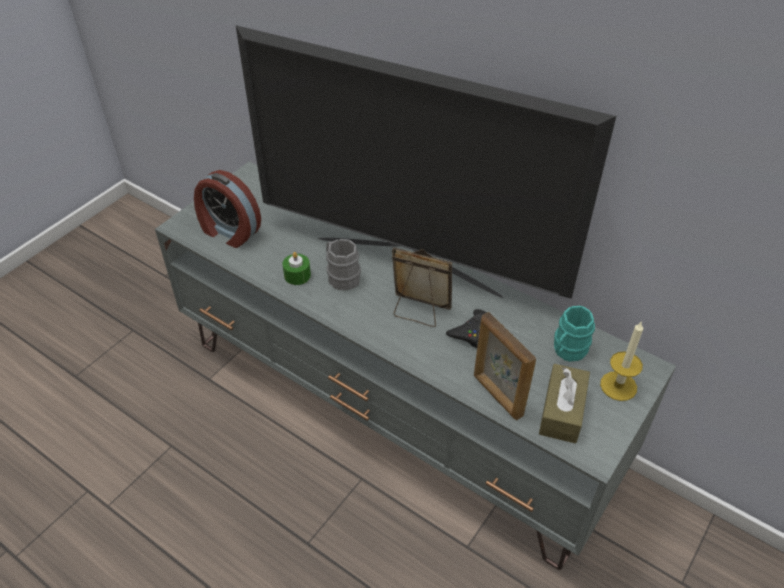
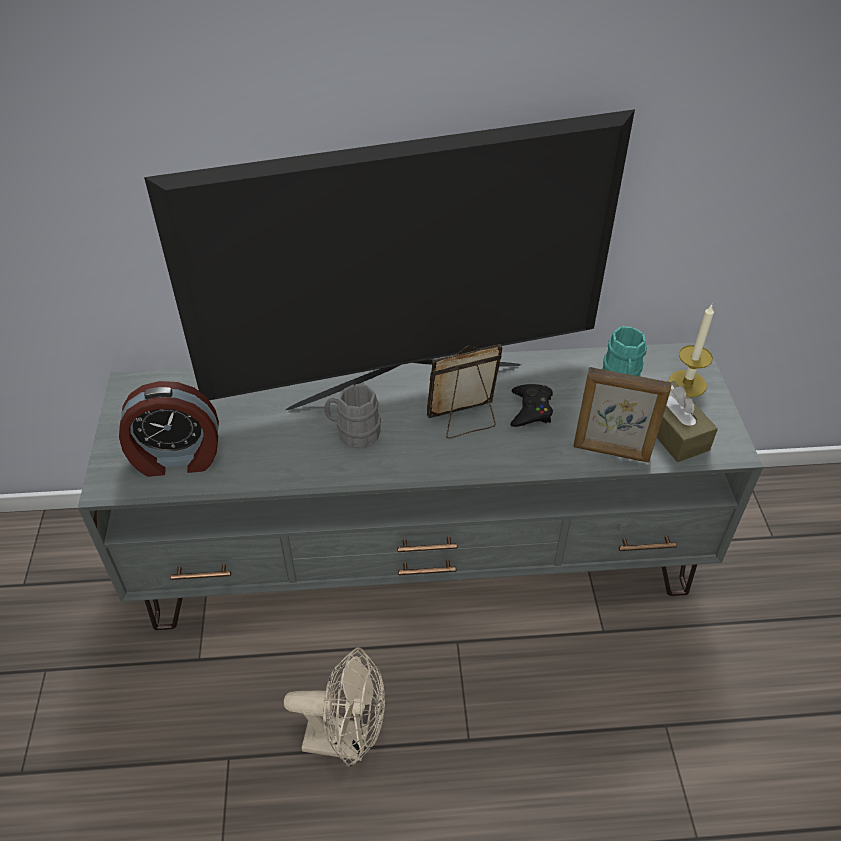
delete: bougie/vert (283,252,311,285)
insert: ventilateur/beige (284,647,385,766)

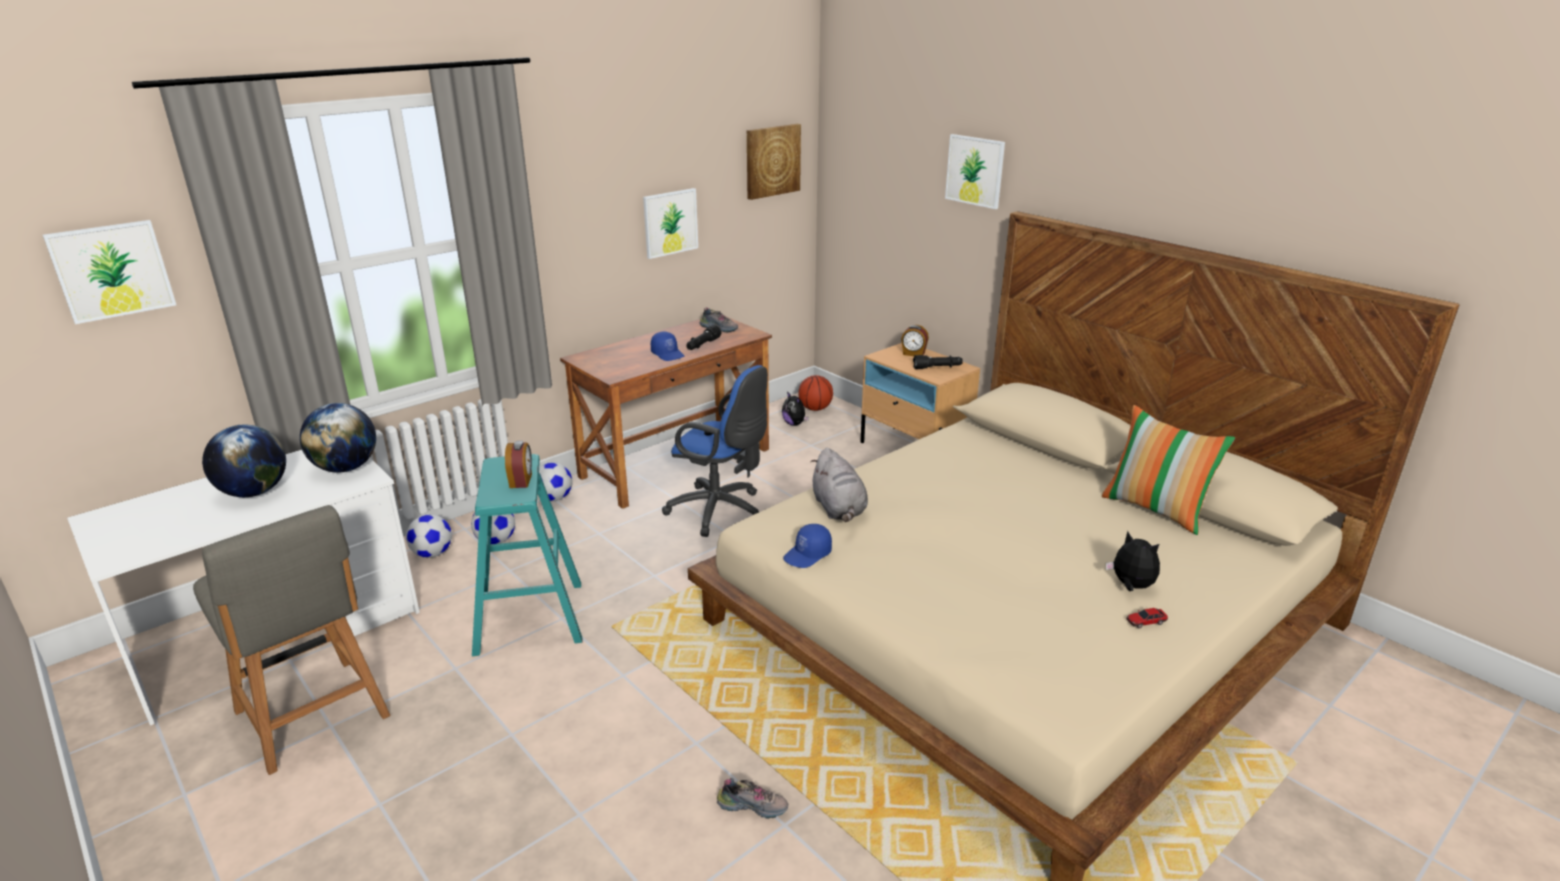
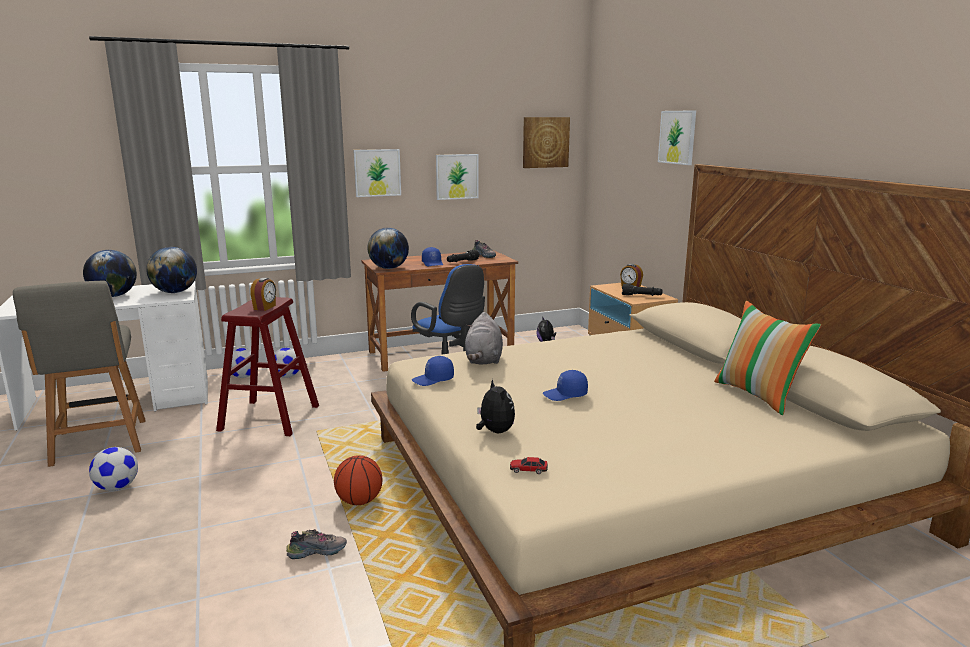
insert: globe (367,228,409,269); casquette/bleu (543,370,588,401)
move: tableau (43,220,176,324) to (353,149,401,197); ballon de basket (798,375,833,411) to (334,455,382,505); ballon de foot (539,462,573,501) to (89,447,138,491); peluche (1106,531,1160,591) to (476,379,515,433); petite voiture (1126,608,1168,628) to (510,457,548,474)
recolor: tabouret/turquoise (472,454,583,656) to tabouret/rouge (216,297,319,436)
rotate: chaussure (717,778,788,819) = (286,529,347,559) 45 degrees counterclockwise

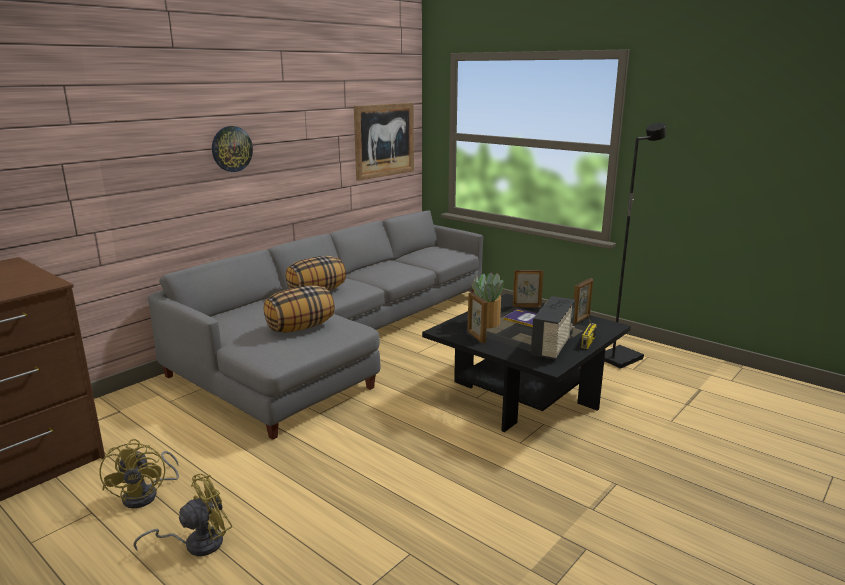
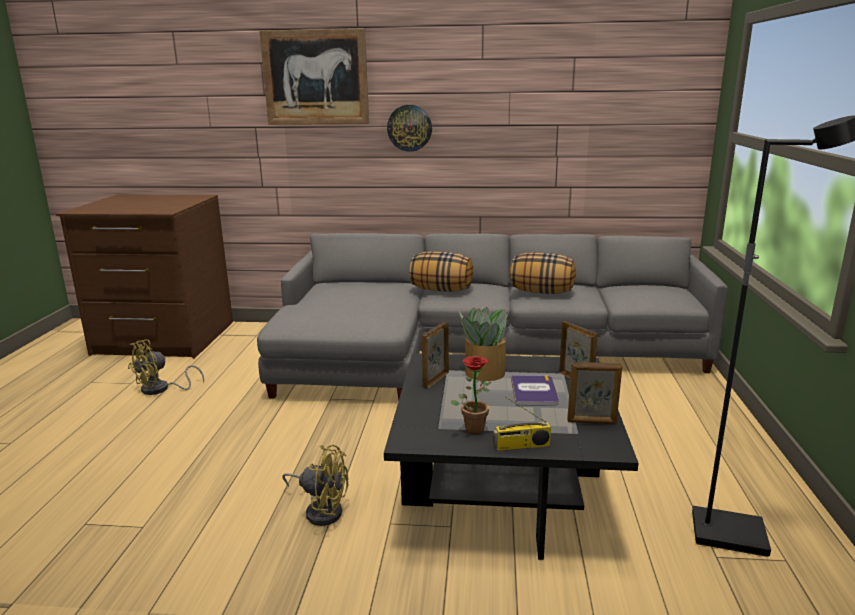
move: tableau (354,103,414,181) to (259,28,369,125); coussin (264,285,334,332) to (510,252,576,294); ventilateur/jaune (133,474,232,556) to (282,445,348,526)
replace: radio (531,296,575,360) to plante en pot (451,356,491,434)

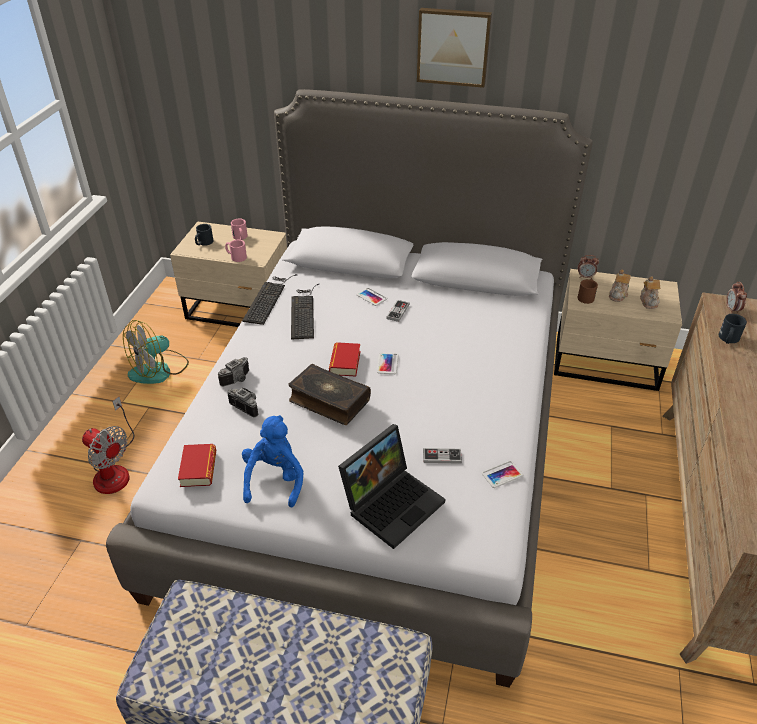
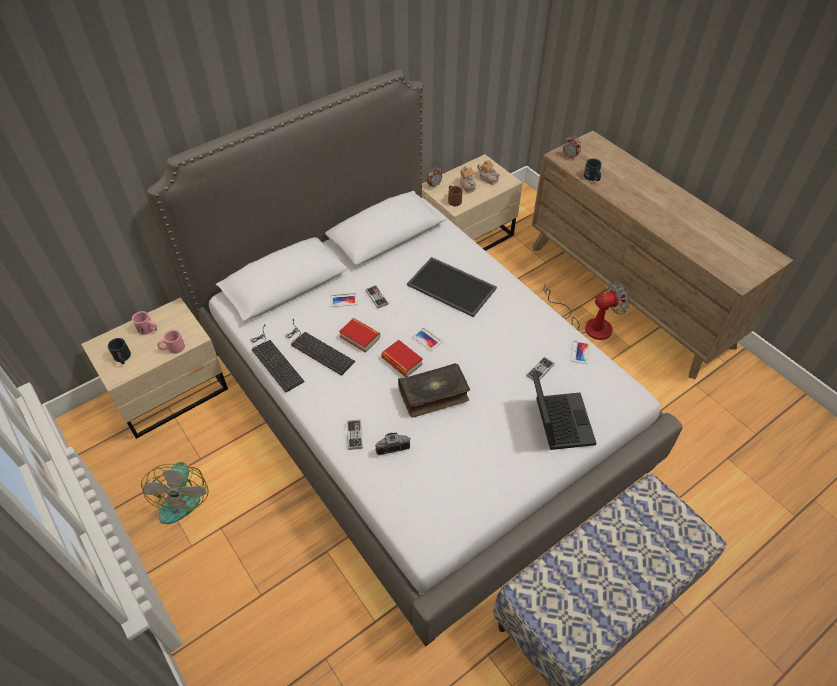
delete: tableau (417,8,492,88); peluche/bleu (242,415,303,508)
insert: plateau (407,257,497,317)
move: ventilateur (82,397,134,494) to (543,281,629,340); livre (178,444,216,487) to (339,318,380,353)
replace: appareil photo (218,357,249,386) to manette (347,420,363,450)

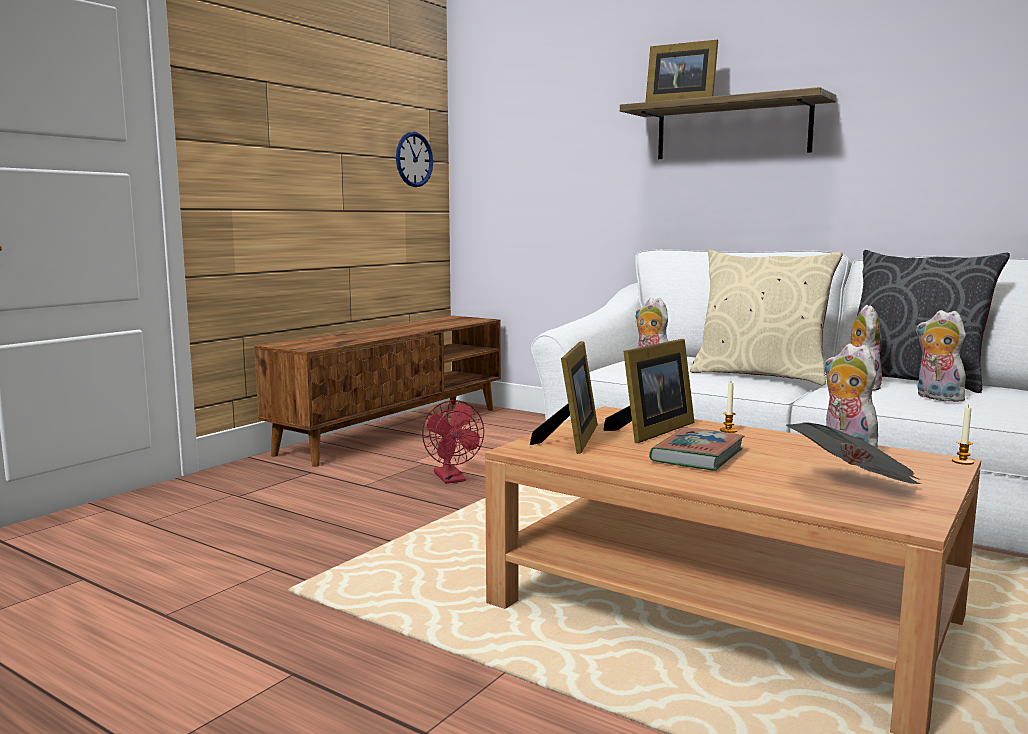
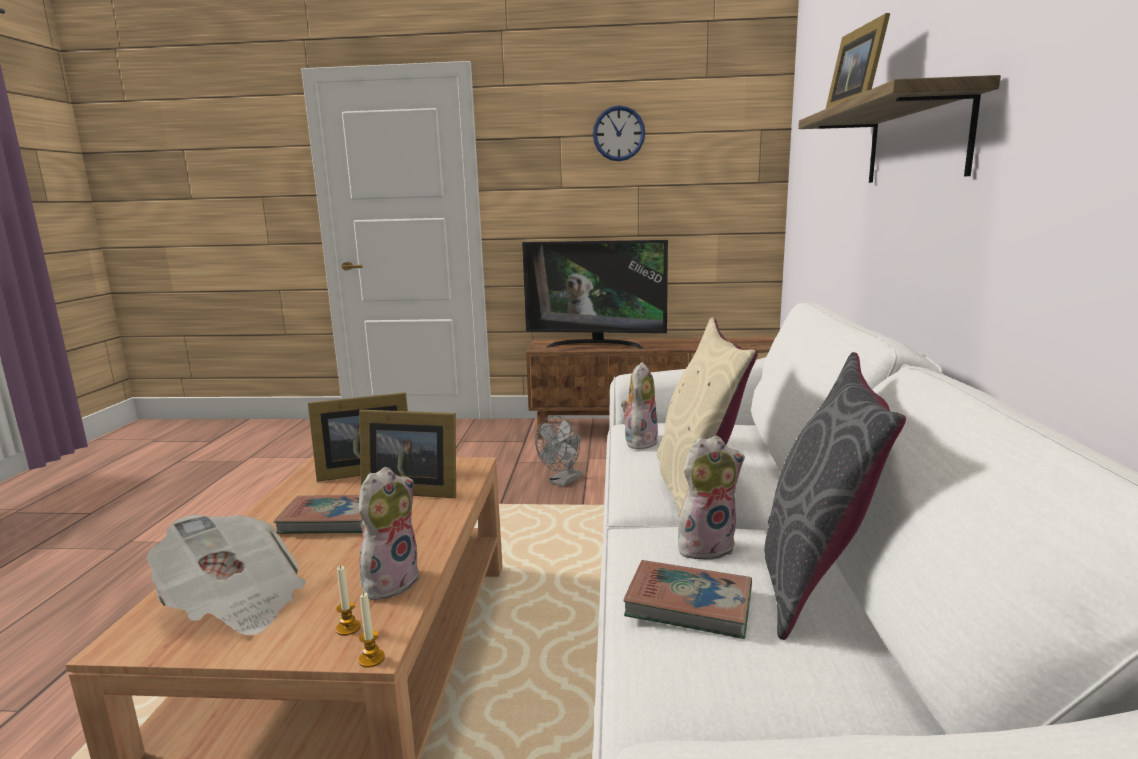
insert: téléviseur (522,240,668,349)
move: horloge murale (396,132,433,187) to (593,105,645,161); bougie (720,382,737,433) to (336,565,361,636)
replace: peluche (916,310,966,402) to livre (623,560,752,639)
recolor: ventilateur/rouge (422,400,484,484) to ventilateur/gris (535,415,582,487)

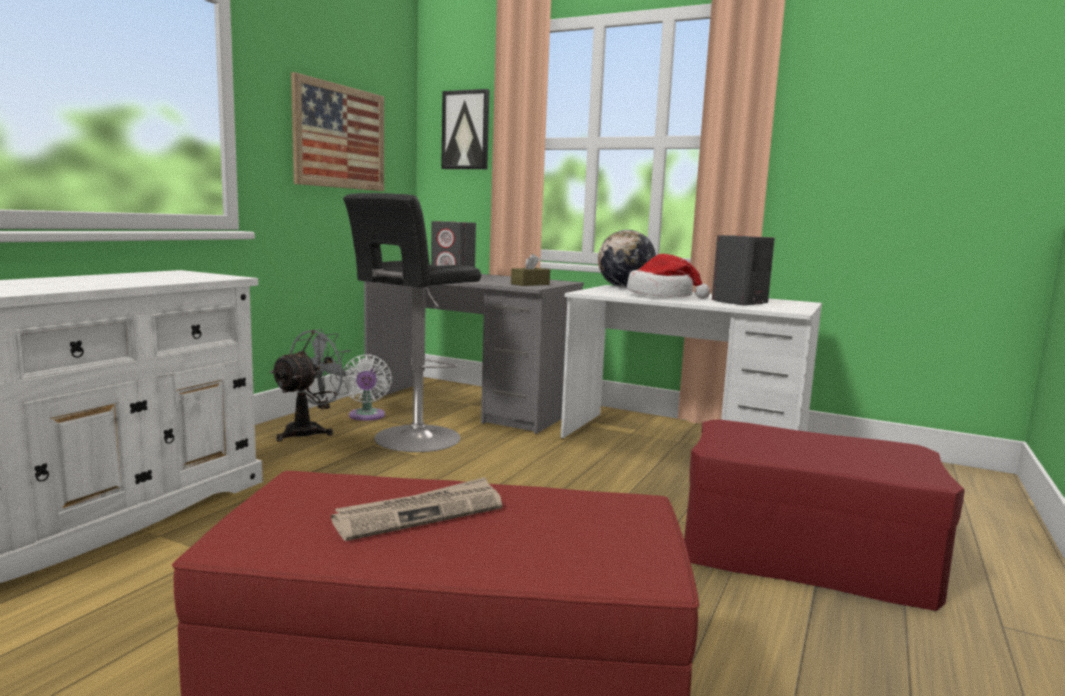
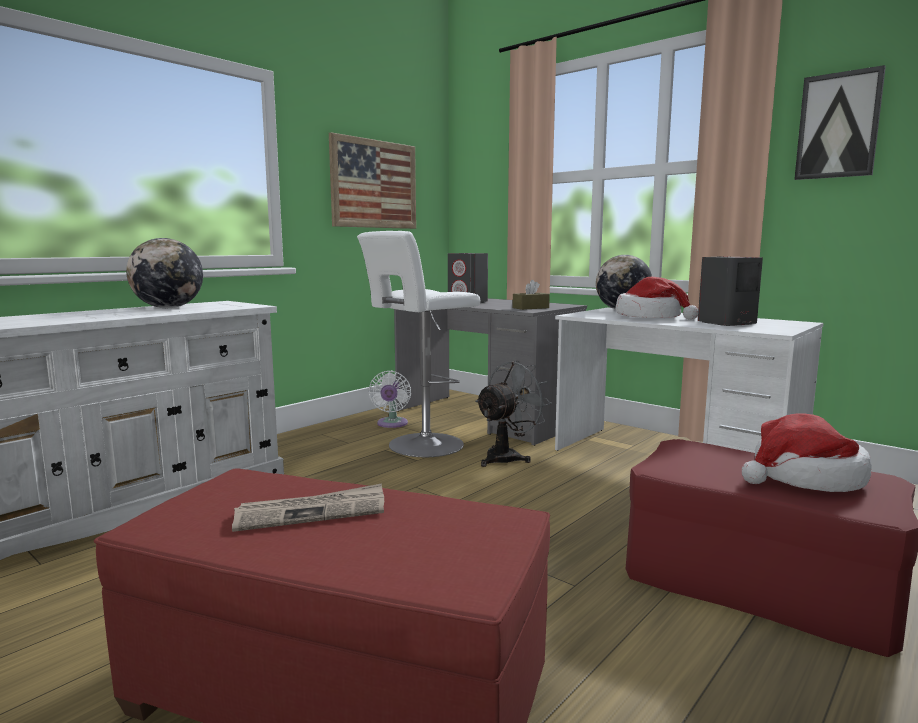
insert: globe (126,238,203,308); chapeau (742,413,872,492)
move: tableau (441,89,489,169) to (794,65,886,180); ventilateur/gris (269,329,355,442) to (475,361,552,467)
recolor: tabouret/noir (343,193,481,452) to tabouret/blanc (357,231,481,457)

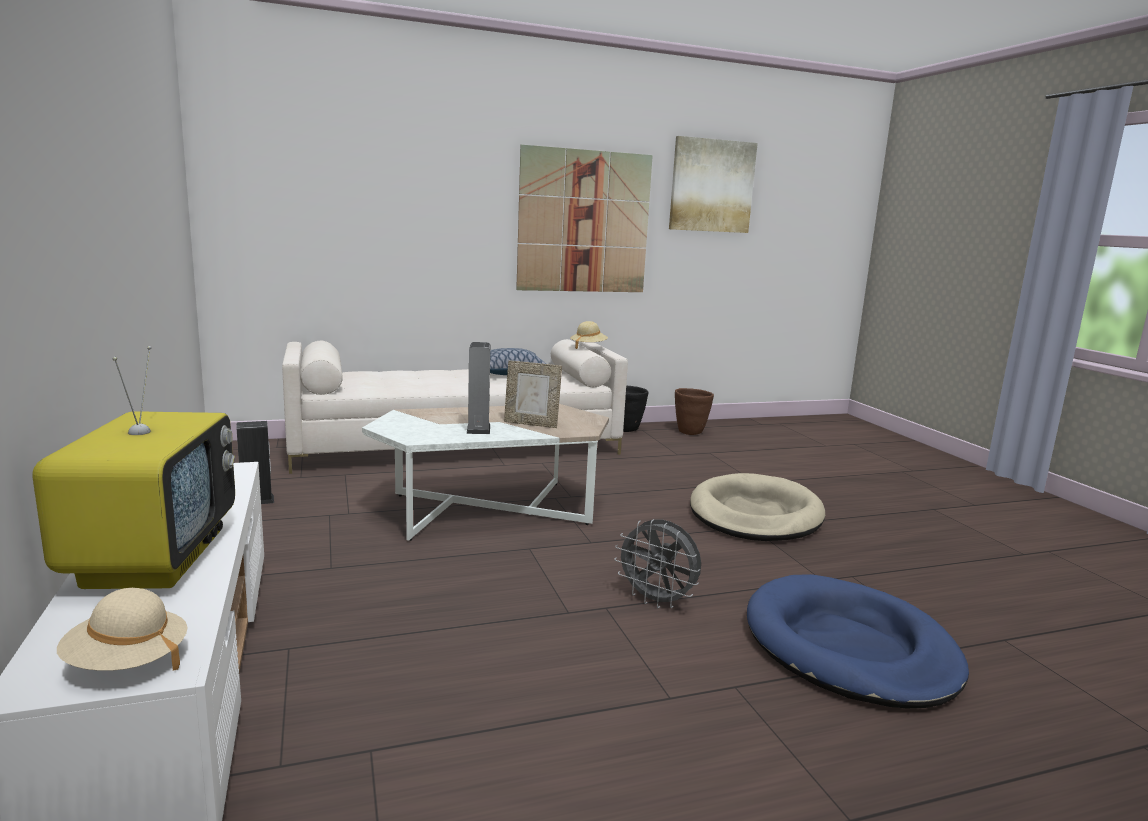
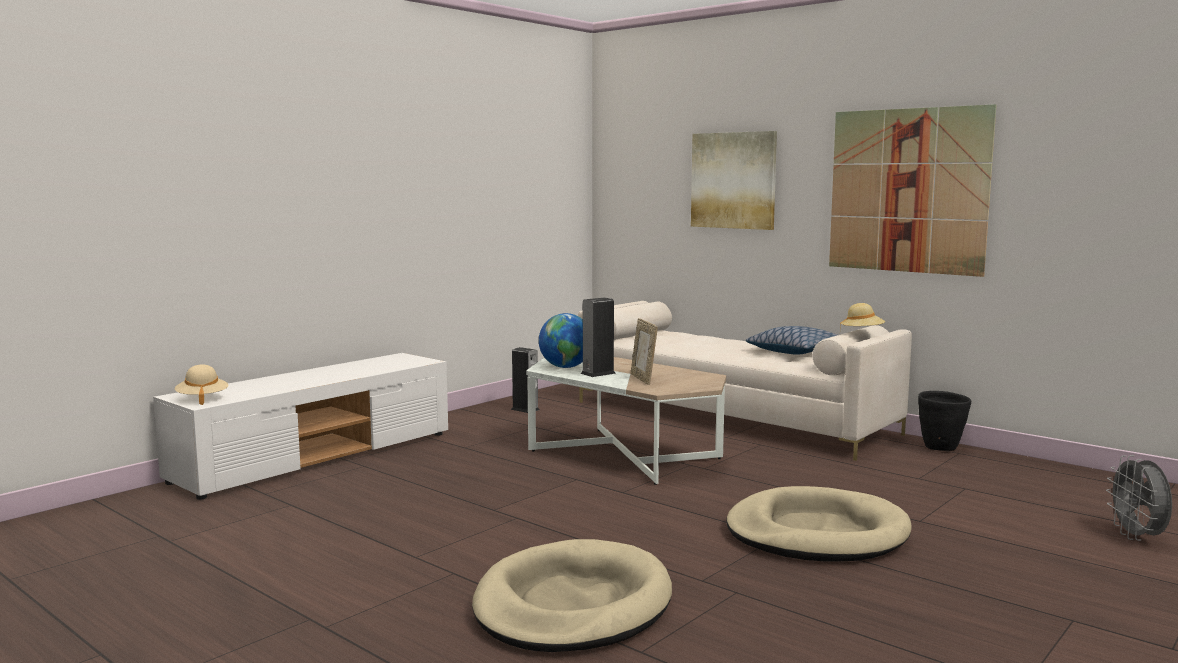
delete: téléviseur (32,346,235,589); cache-pot/marron (675,388,714,435)
insert: globe (539,313,583,368)
move: tableau (669,136,758,233) to (691,131,777,230); ventilateur/gris (614,519,701,608) to (1106,455,1172,541)
recolor: panier pour chien/bleu (747,574,969,708) to panier pour chien/beige (472,539,672,652)

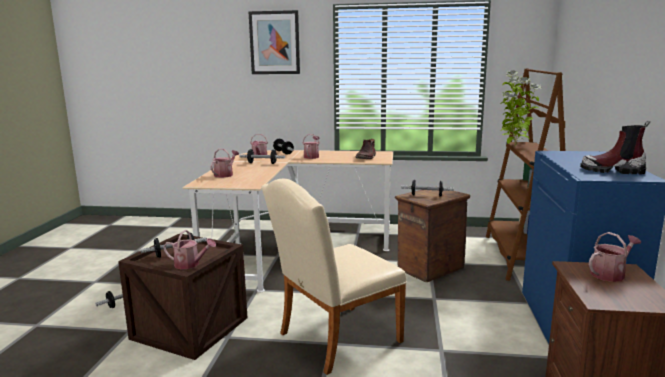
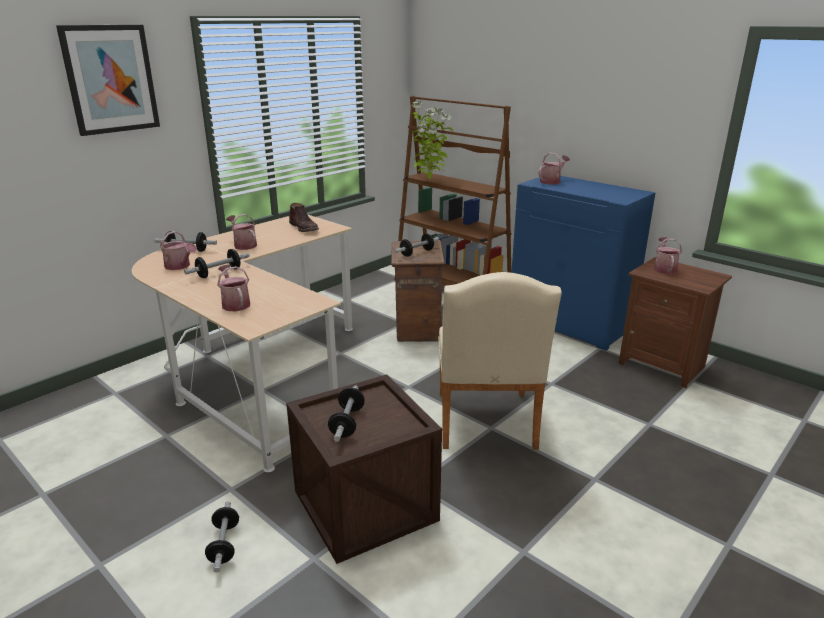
delete: botte (580,121,650,174)
move: arrosoir (163,230,216,269) to (539,152,570,185)

